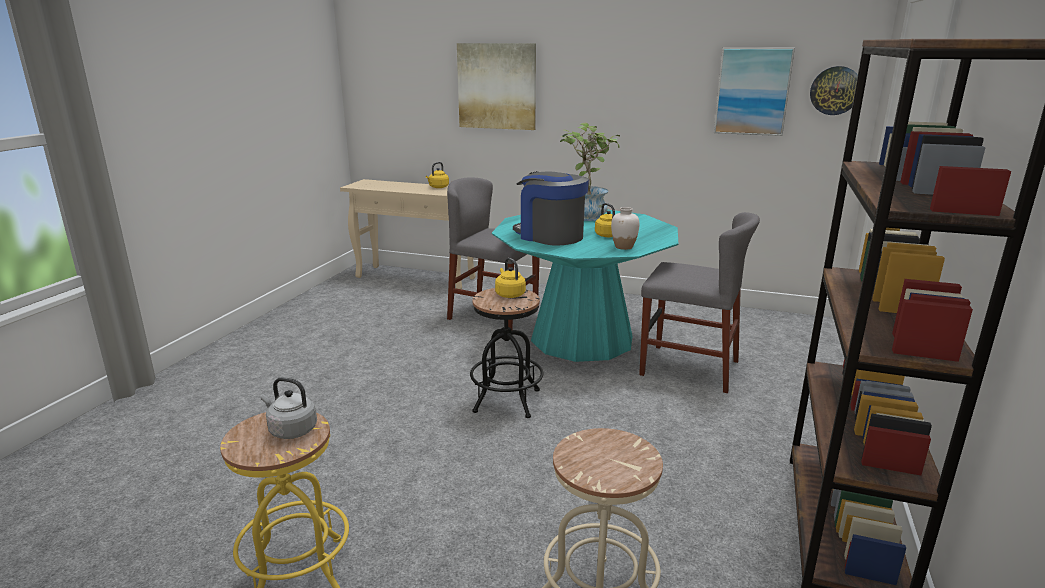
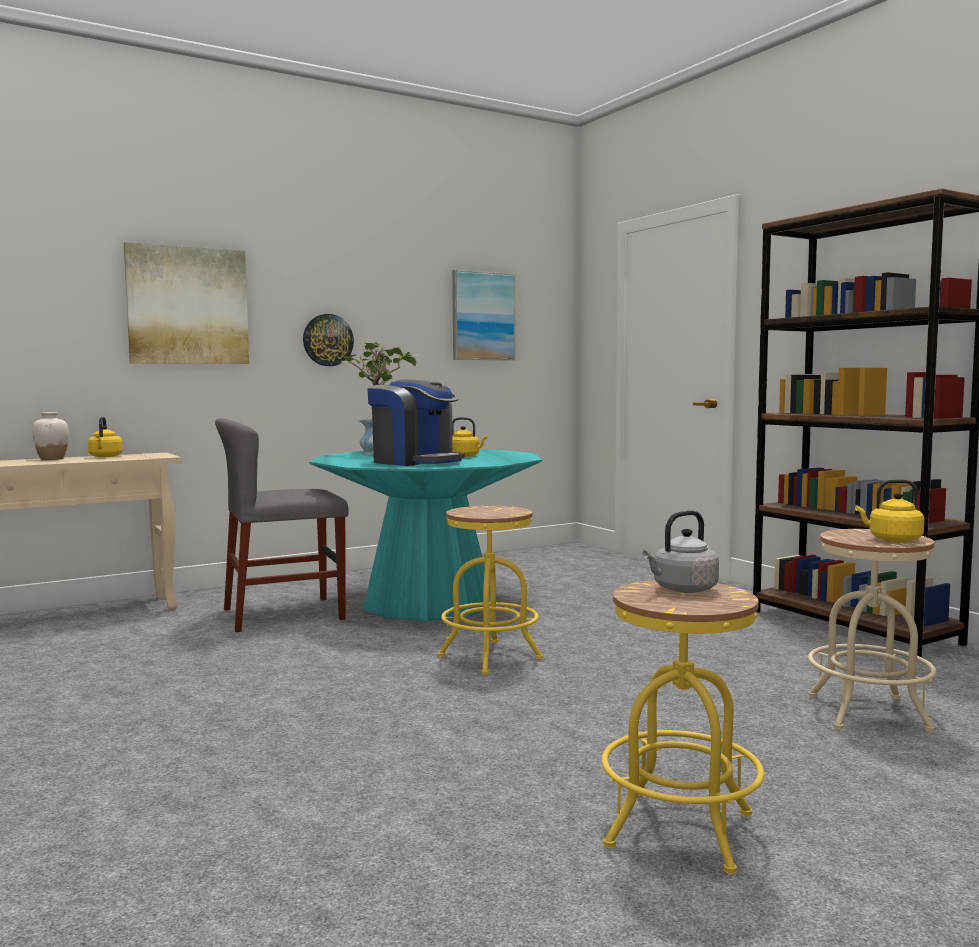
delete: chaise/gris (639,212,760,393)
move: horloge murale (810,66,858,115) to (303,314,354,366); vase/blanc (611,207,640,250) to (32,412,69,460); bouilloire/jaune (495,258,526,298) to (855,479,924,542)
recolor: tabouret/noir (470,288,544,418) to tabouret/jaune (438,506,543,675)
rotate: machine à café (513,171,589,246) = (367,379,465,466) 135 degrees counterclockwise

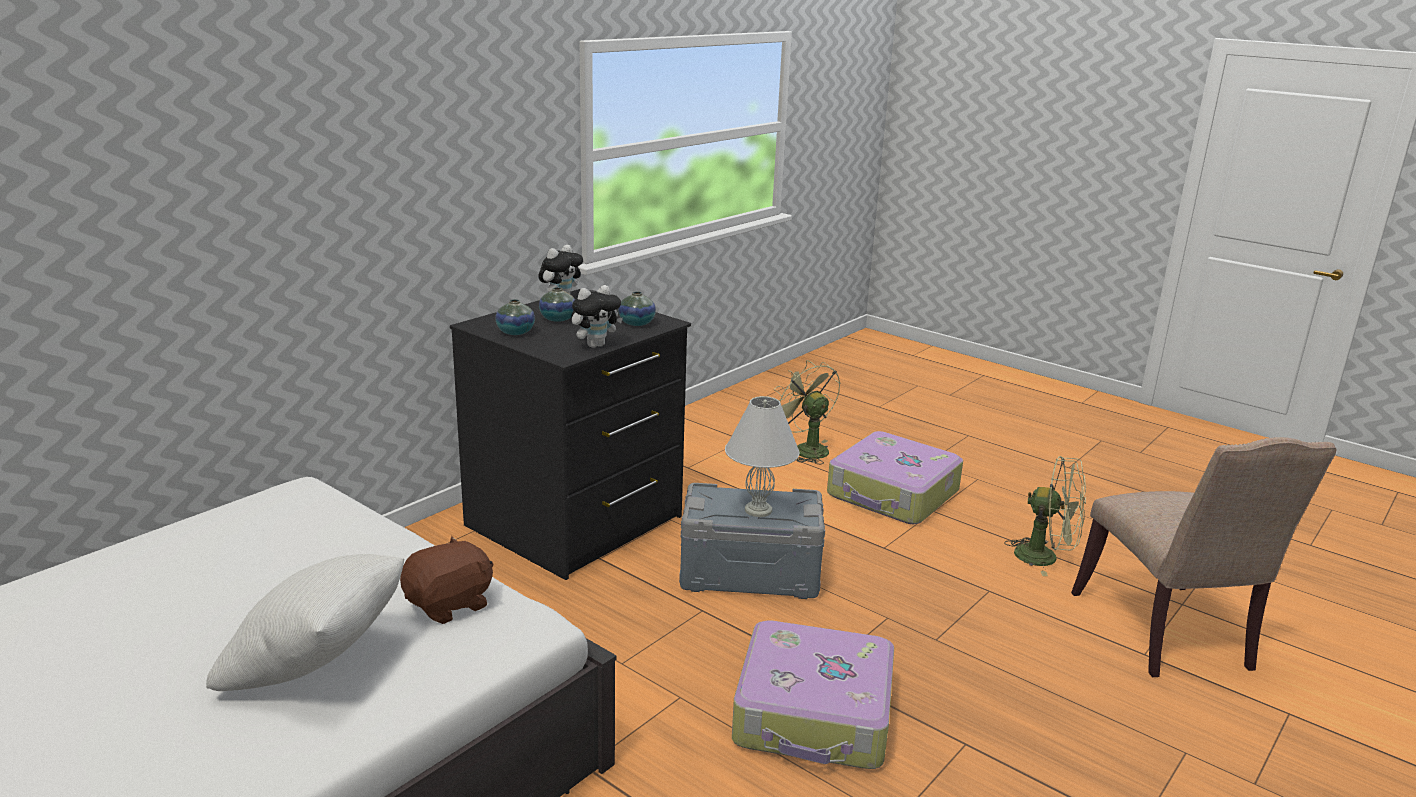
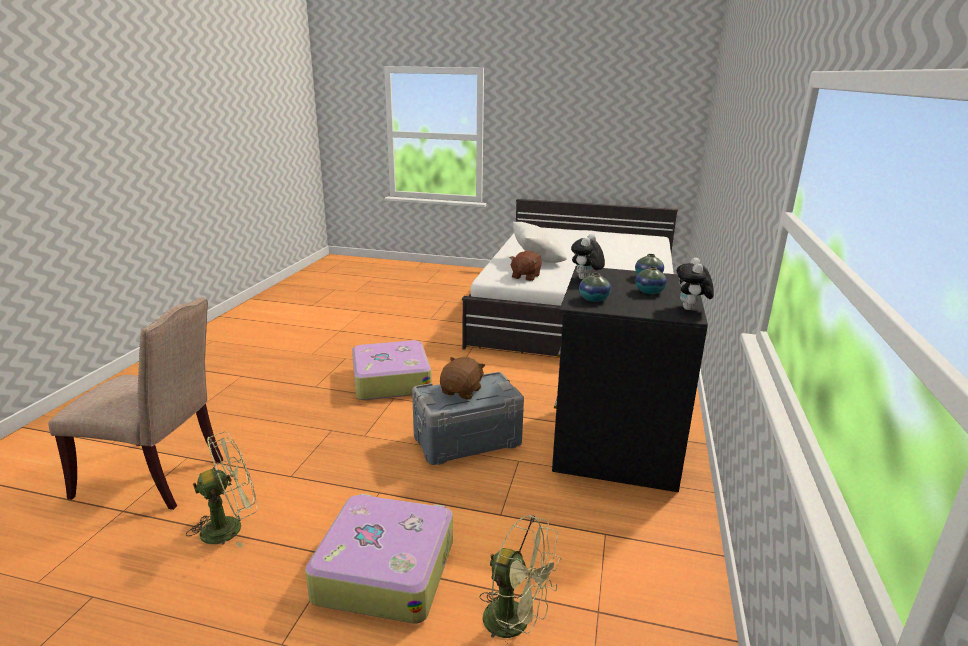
replace: lampe de table/blanc (725,396,799,517) to peluche/marron (440,357,485,399)
rotate: chaise/beige (1071,437,1336,677) = (48,297,223,510) 135 degrees clockwise; ventilateur/vert (1004,456,1086,576) = (186,432,257,548) 150 degrees clockwise

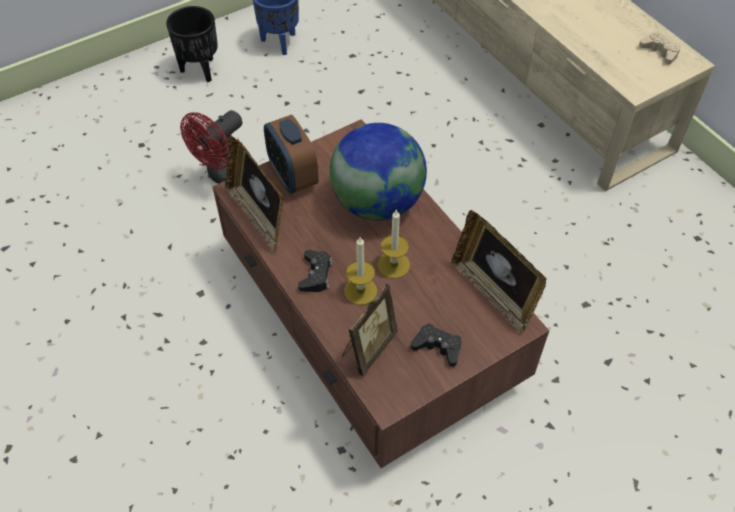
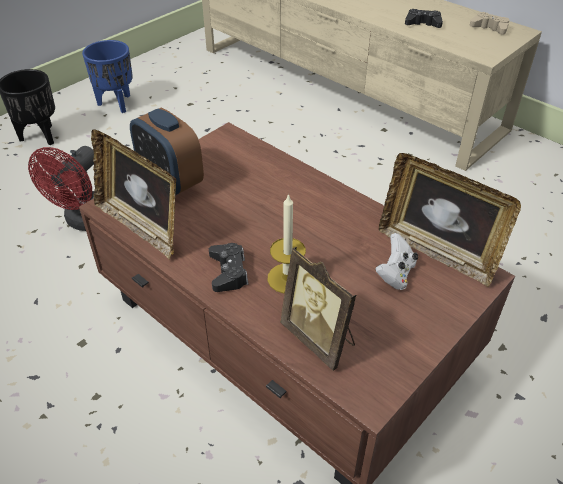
delete: globe (329,123,427,221); bougie (378,209,410,279)
insert: manette/blanc (375,233,418,290)
move: manette/noir (411,323,461,367) to (405,9,443,28)
rotate: cadre photo (342,284,397,376) = (280,247,356,371) 120 degrees clockwise

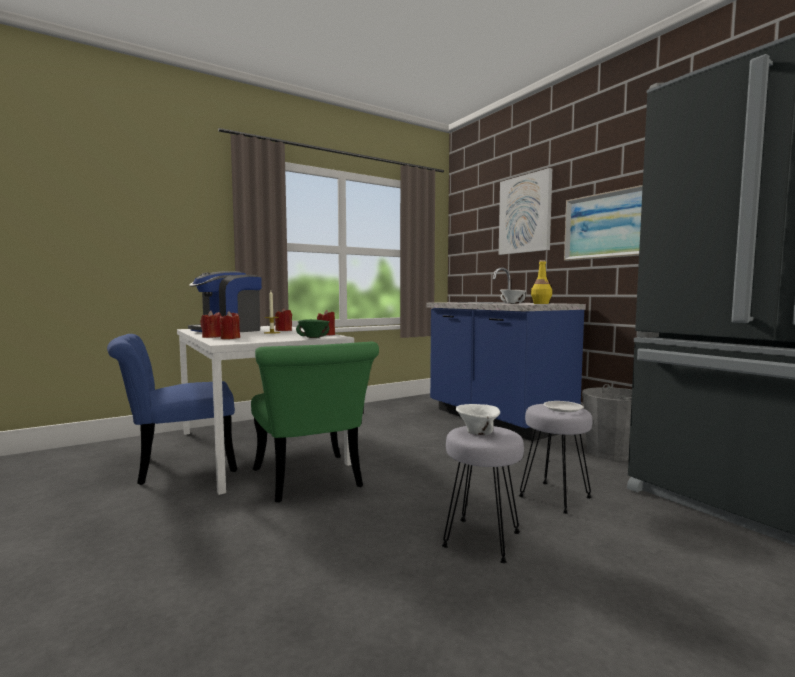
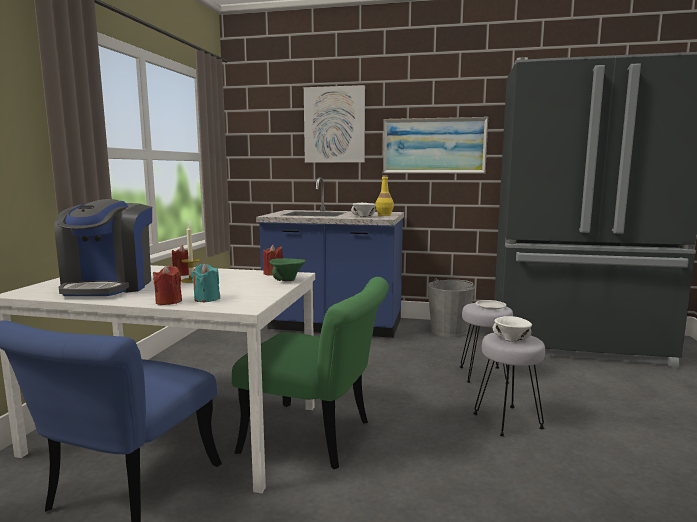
recolor: bougie/rouge (219,311,240,339) to bougie/turquoise (191,263,220,302)

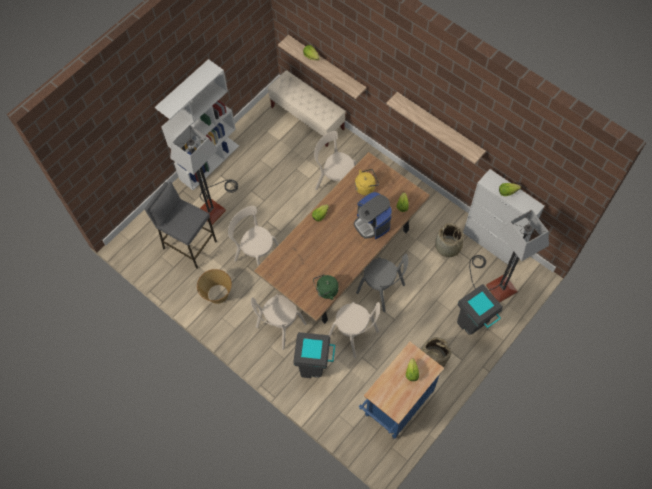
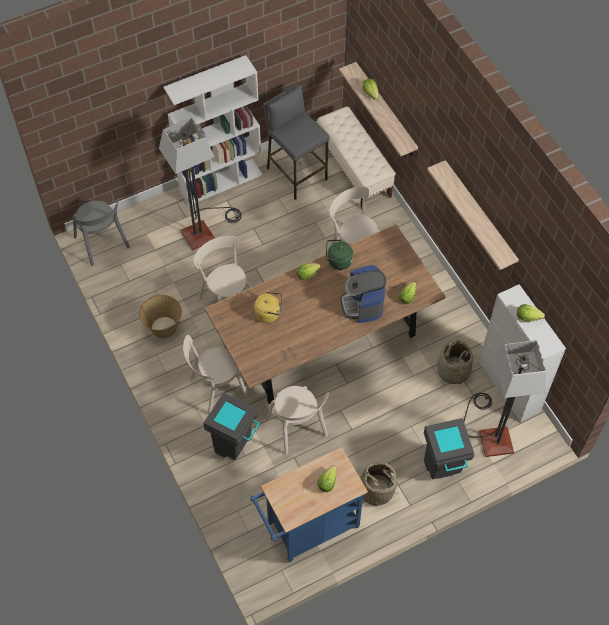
move: bouilloire/jaune (355,169,379,195) to (254,289,282,323); tabouret/gris (145,182,217,269) to (263,85,330,200); chaise/gris (356,254,408,312) to (73,199,130,266); bouilloire/vert (313,274,338,300) to (326,239,353,271)

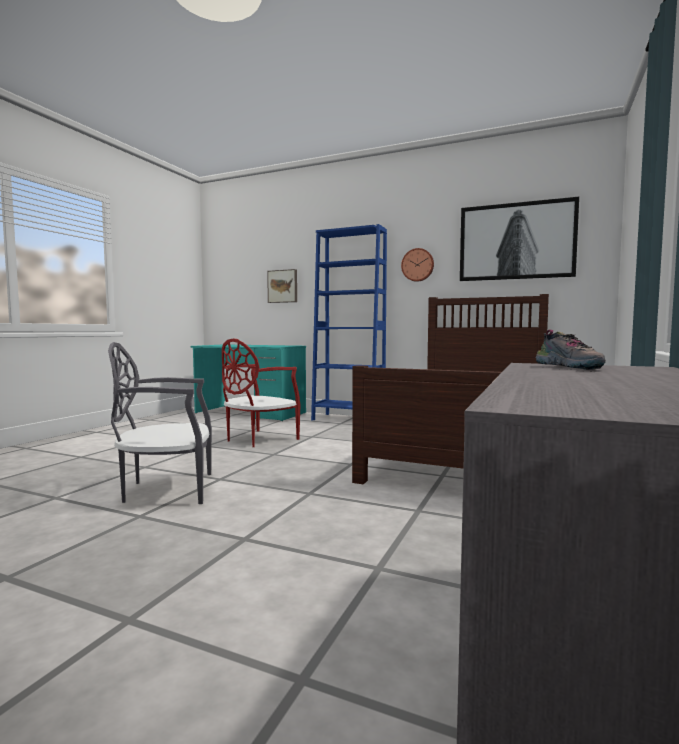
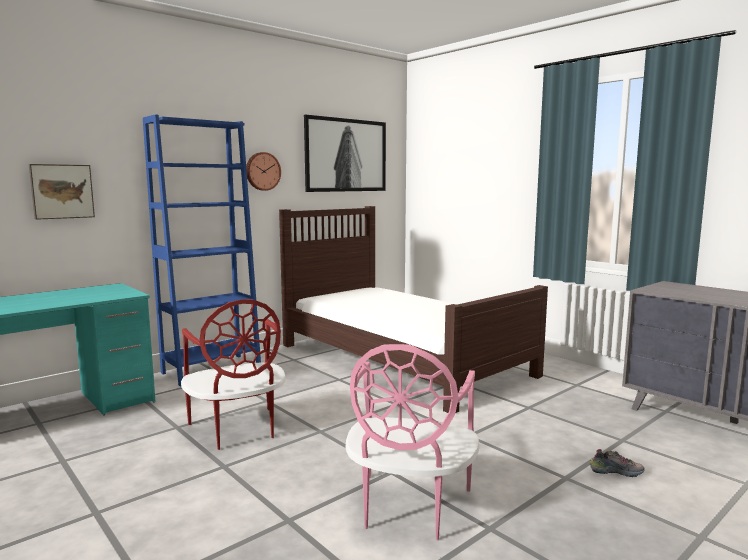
move: chaussure (536,329,606,370) to (590,449,645,477)
recolor: chaise/gris (108,342,212,504) to chaise/rose (346,344,480,540)

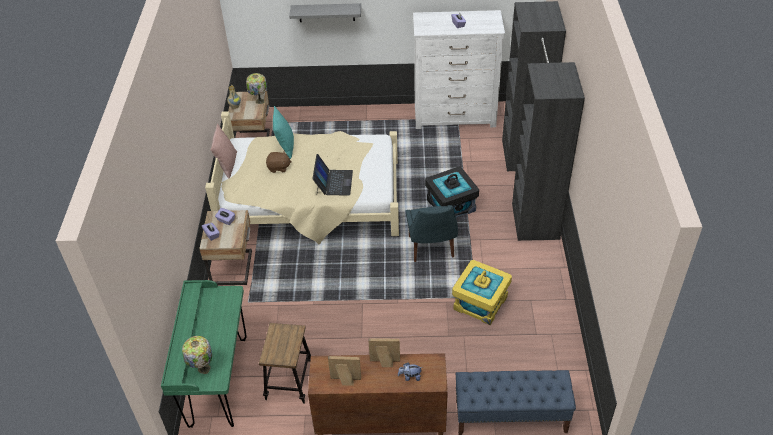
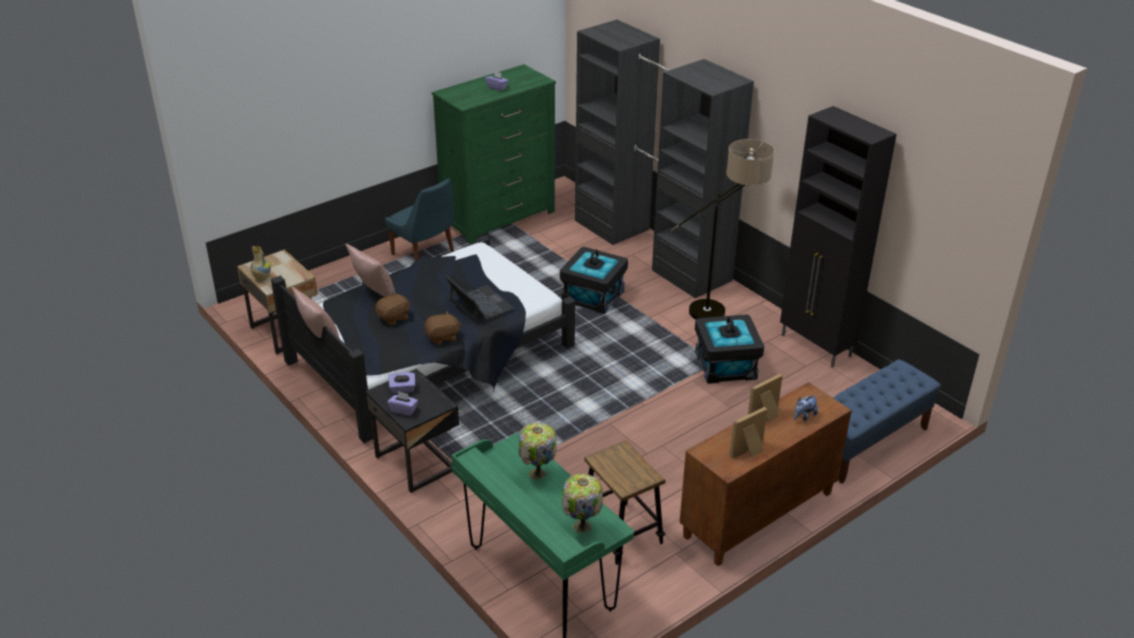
delete: étagère/gris (289,3,361,22)
insert: meuble de rangement/noir (780,106,897,368); lampadaire (670,139,775,319); peluche/marron (425,312,461,345)
move: lampe de table (246,73,267,104) to (519,423,557,480); chaise/bleu (406,205,458,262) to (385,178,454,261)
recolor: commode/blanc (413,10,505,129) to commode/vert (432,64,556,244); coussin/turquoise (273,106,294,159) to coussin/rose (345,244,396,297); lit/beige (205,111,399,244) to lit/noir (271,236,575,443); table de chevet/beige (199,210,252,285) to table de chevet/noir (365,369,459,493); boîte de rangement/jaune (452,260,512,325) to boîte de rangement/noir (695,314,764,384)

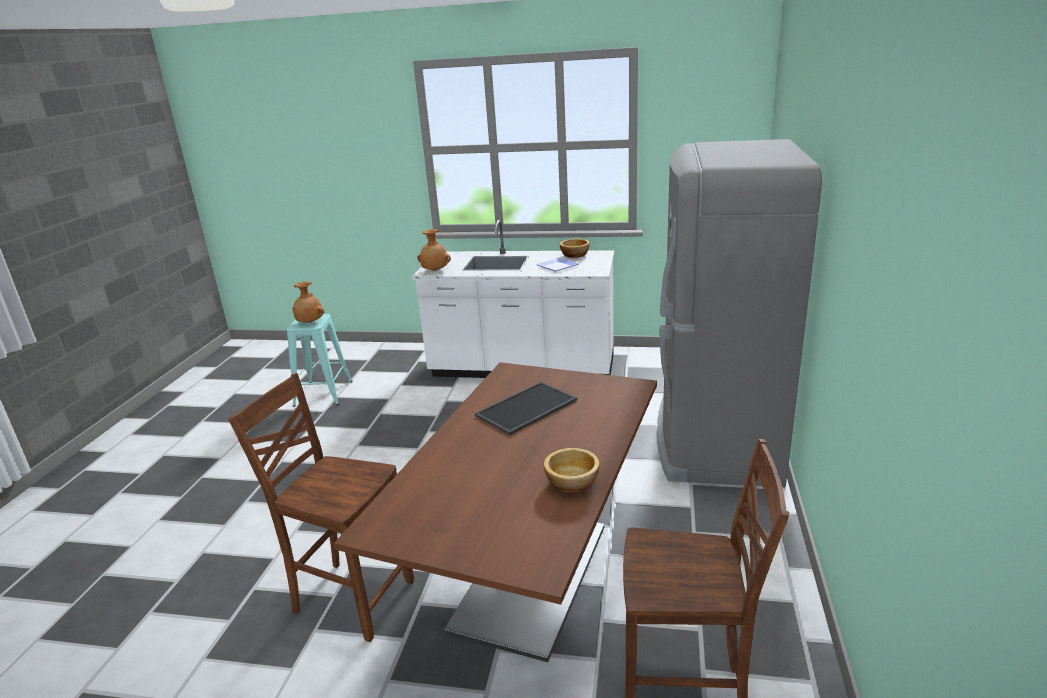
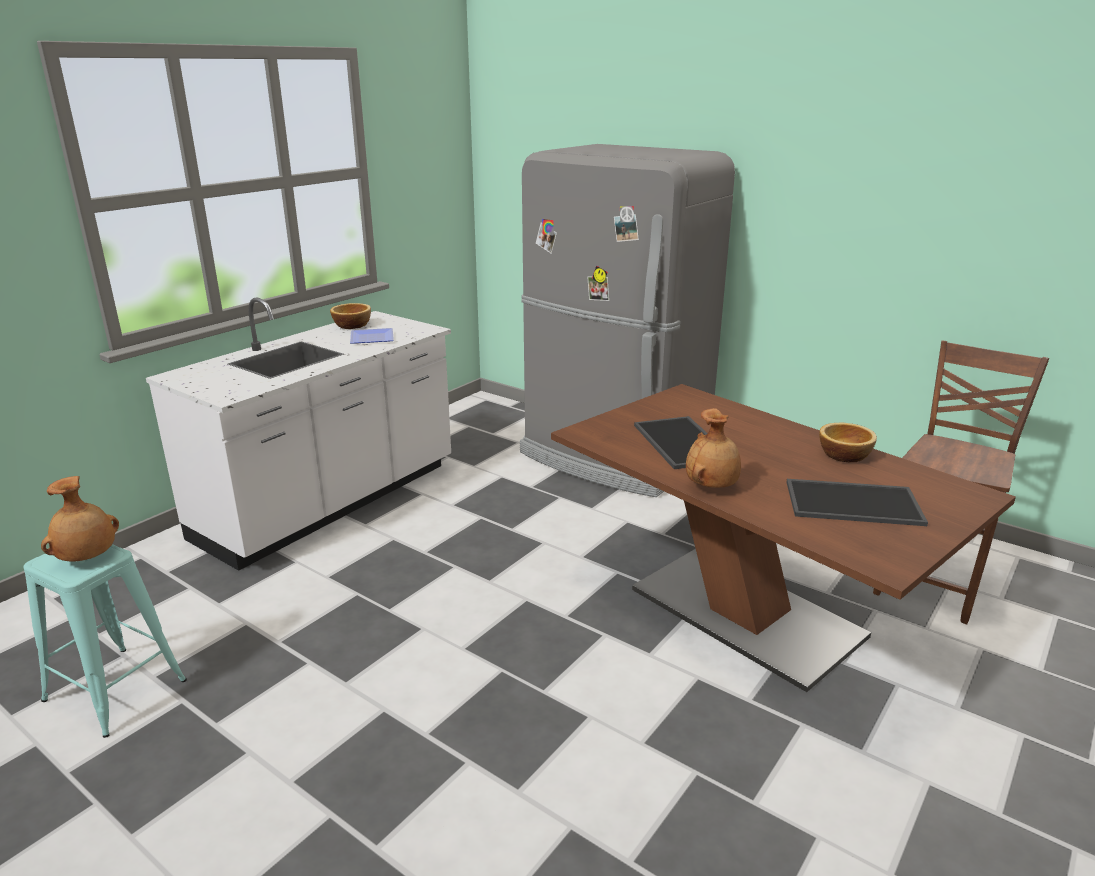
delete: chaise/marron (228,373,414,642)
insert: plateau (787,479,928,526)
move: vase/marron (417,229,451,271) to (686,408,741,488)

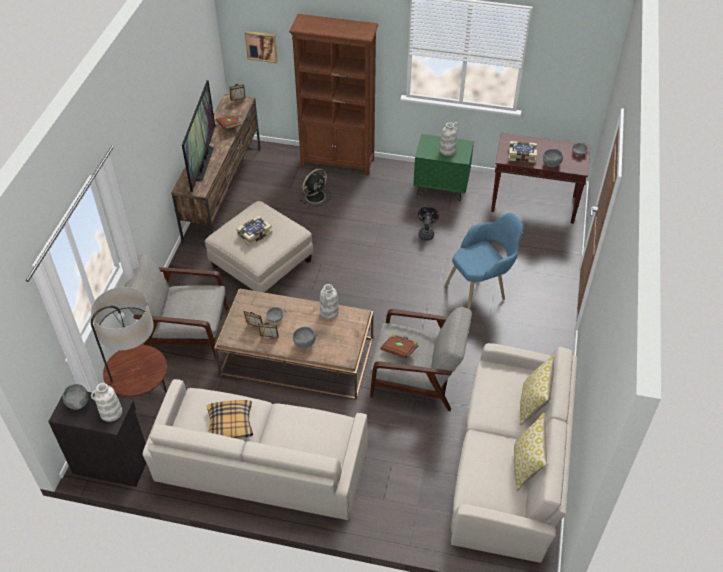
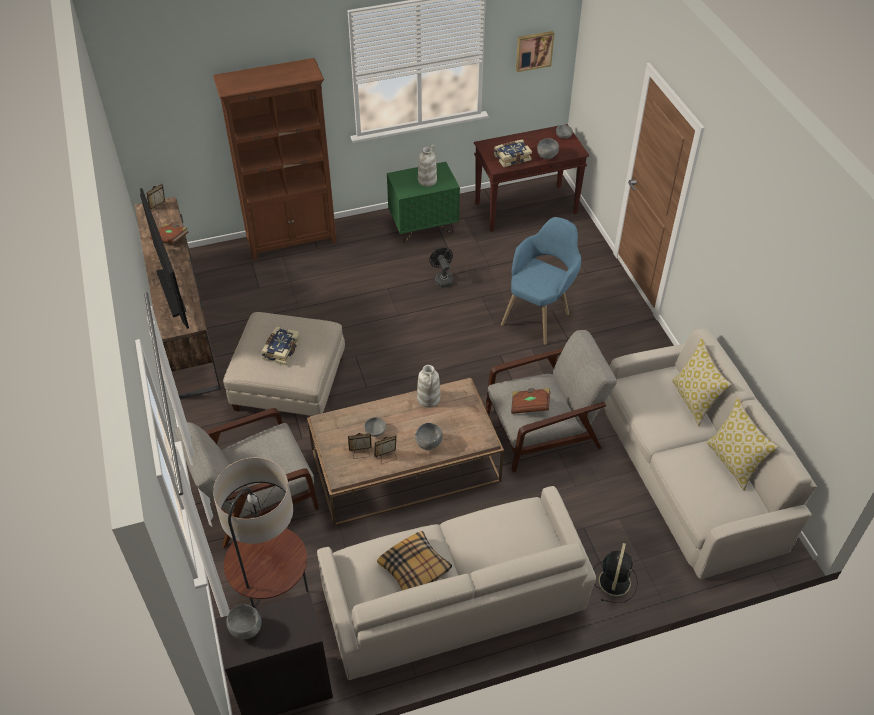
delete: vase/blanc (91,383,122,422)
move: tableau (245,31,278,63) to (516,31,554,72); ventilateur/noir (300,169,331,206) to (593,543,638,603)

